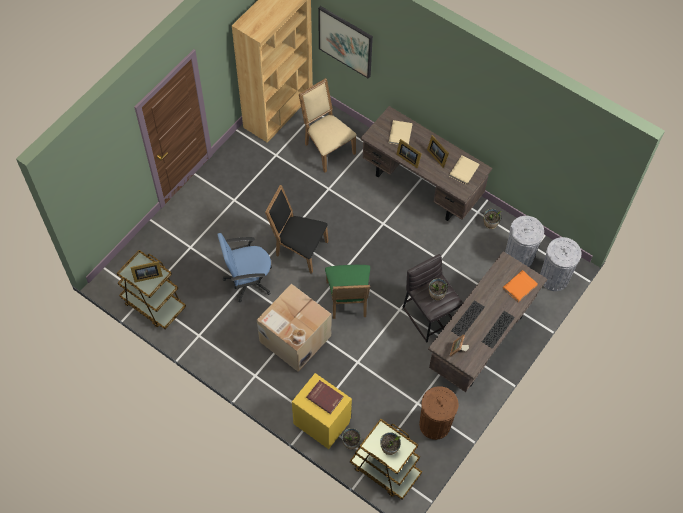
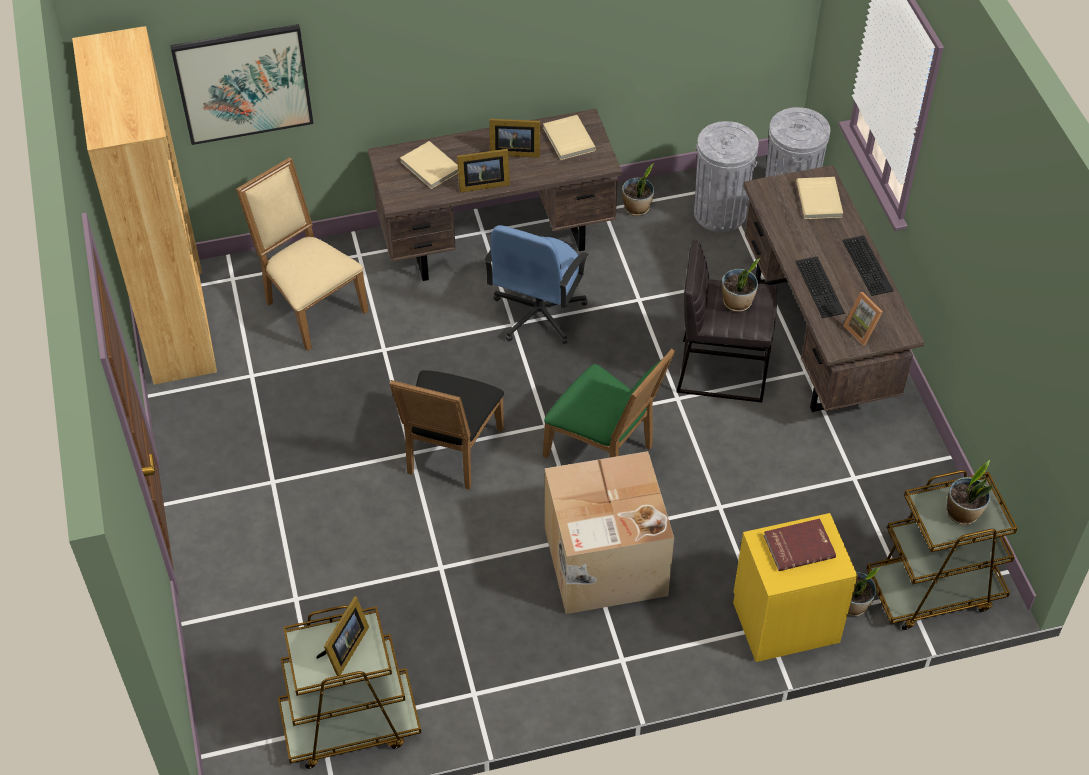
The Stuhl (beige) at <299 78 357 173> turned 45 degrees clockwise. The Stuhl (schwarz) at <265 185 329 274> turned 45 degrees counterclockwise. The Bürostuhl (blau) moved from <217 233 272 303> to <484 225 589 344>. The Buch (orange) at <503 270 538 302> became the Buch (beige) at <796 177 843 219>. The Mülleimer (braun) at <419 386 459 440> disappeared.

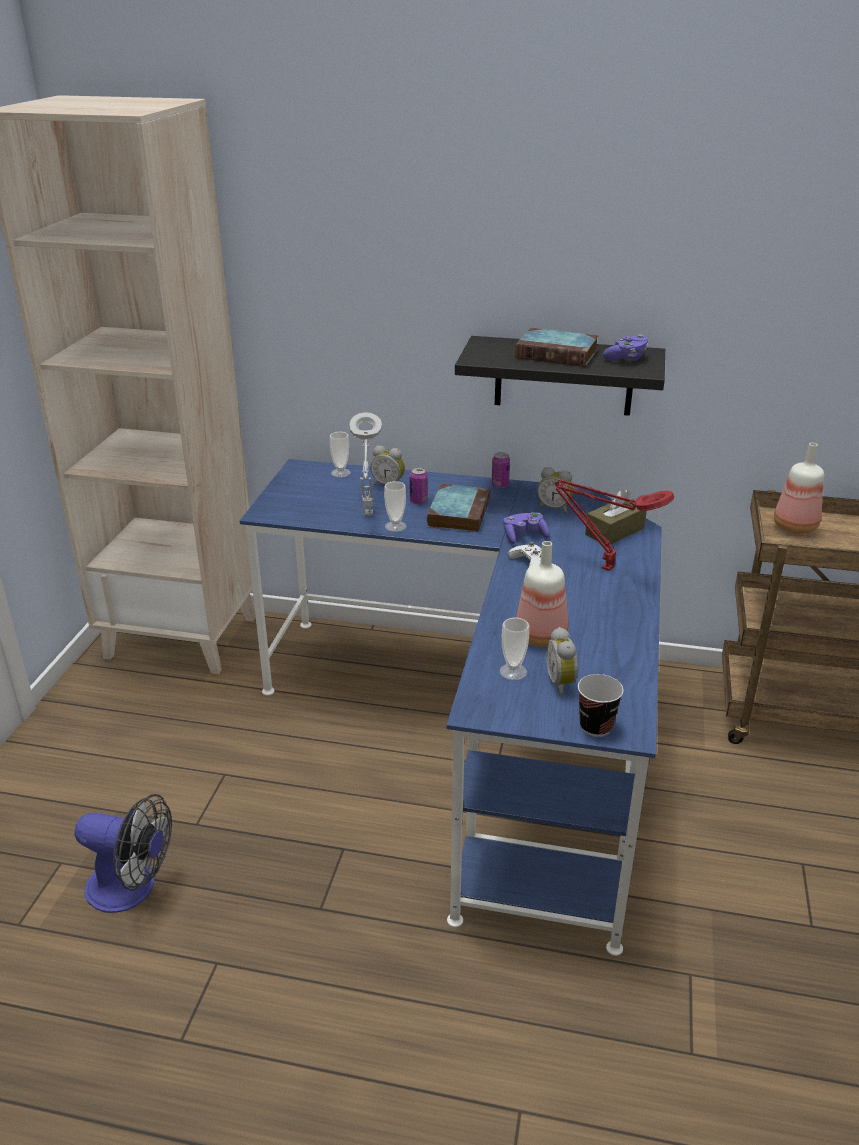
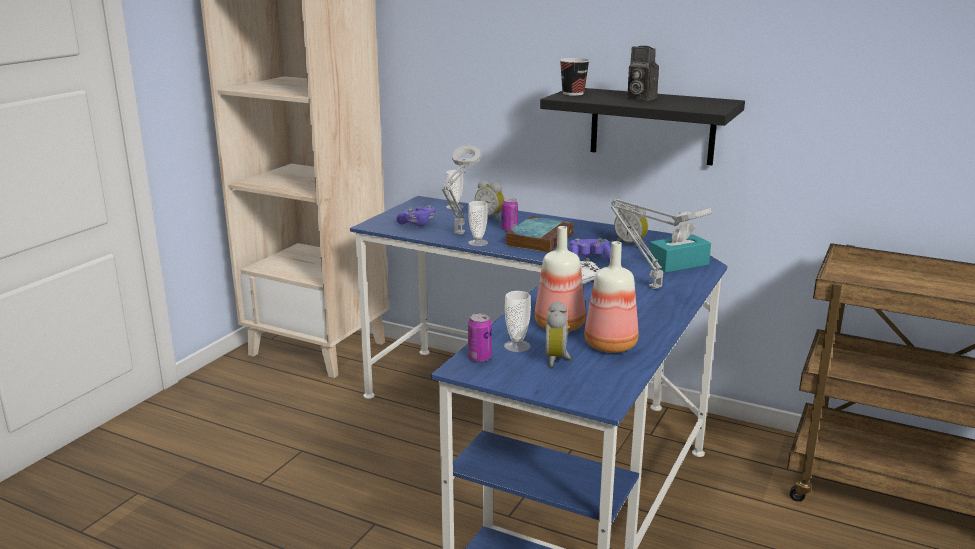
The Buch at <515 328 599 367> was replaced by the Kamera at <627 46 659 101>. The Gamepad (lila) moved from <603 334 648 361> to <396 205 435 226>. The Flasche moved from <774 443 824 534> to <584 241 638 353>. The Dose moved from <492 452 510 488> to <468 313 492 362>. The Tischlampe (rot) at <555 479 674 571> became the Tischlampe (grau) at <611 199 713 289>. The Taschentuchbox (braun) at <585 489 647 544> became the Taschentuchbox (türkis) at <648 221 711 273>. The Tasse moved from <578 674 624 737> to <560 58 590 96>. The Ventilator at <75 794 172 913> disappeared.

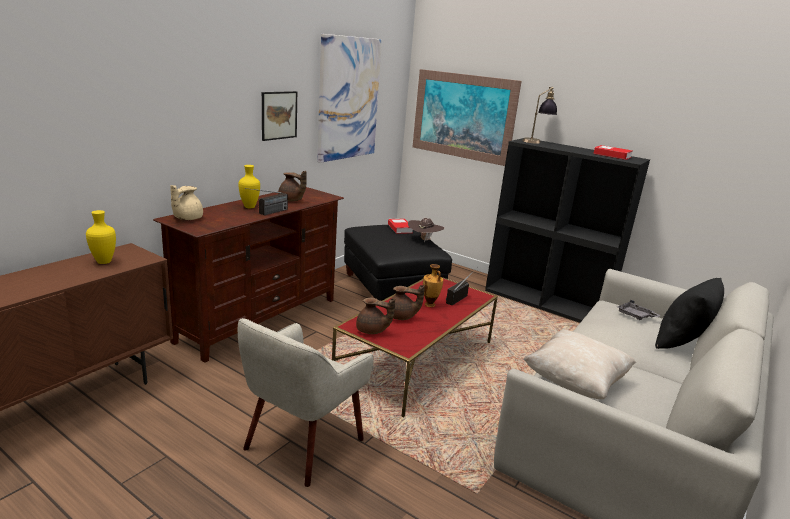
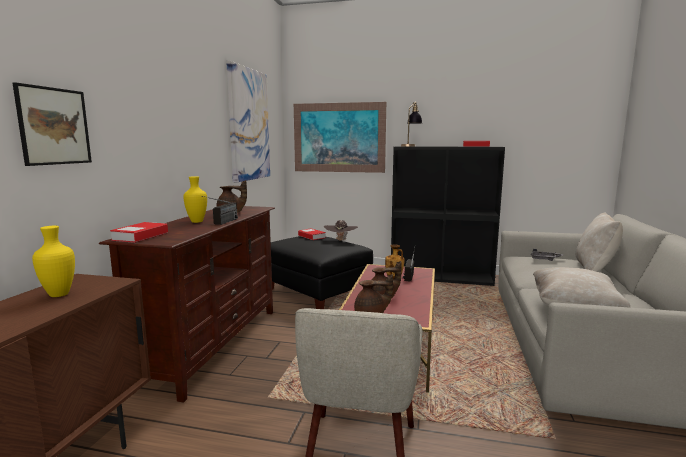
The Bild moved from <262 91 297 141> to <13 82 92 166>. The Teekanne (beige) at <170 185 203 220> was replaced by the Buch at <110 222 168 243>. The Kissen (schwarz) at <655 278 724 349> became the Kissen (beige) at <576 212 623 272>.

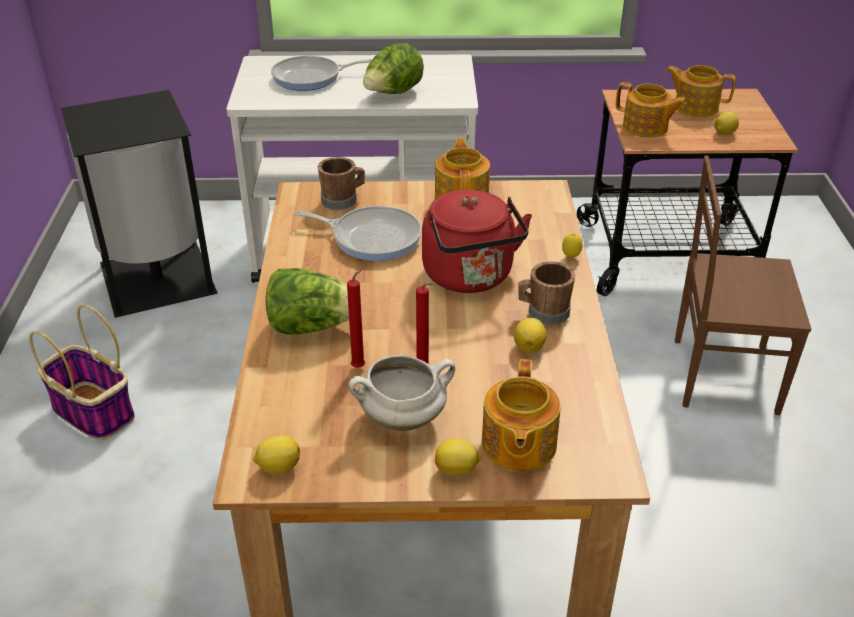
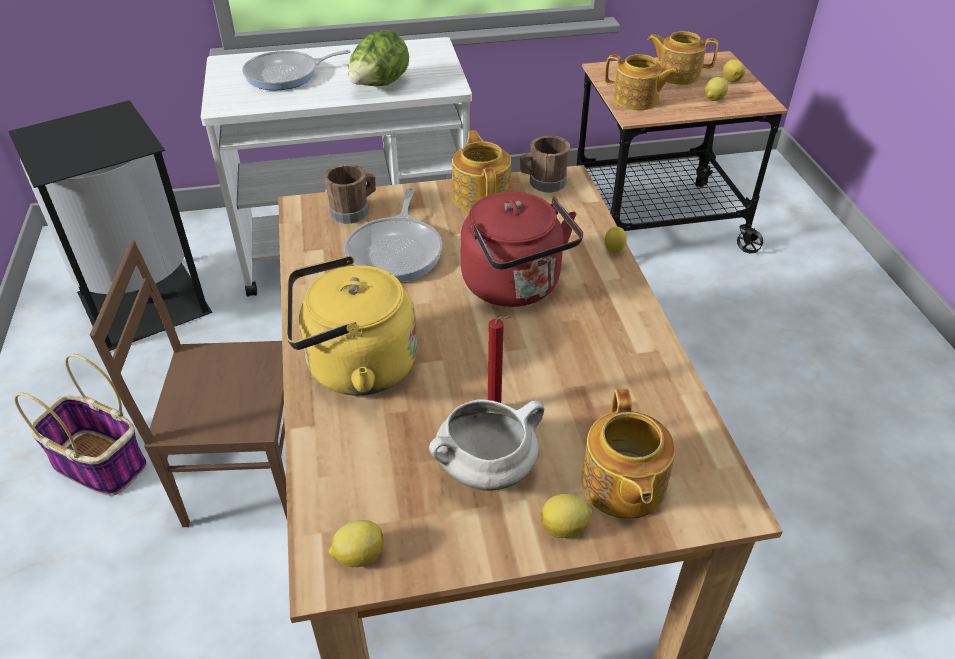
The Stuhl (braun) moved from <675 156 811 415> to <90 241 287 527>. The Pfanne at <294 206 422 261> turned 90 degrees clockwise. The Henkelbecher (braun) moved from <518 261 576 325> to <520 136 570 192>. The Salatkopf at <266 268 349 335> was replaced by the Wasserkessel (gelb) at <286 256 417 396>. The Kerze (rot) at <347 268 365 368> disappeared. The Zitrone moved from <514 318 547 353> to <722 59 745 82>.

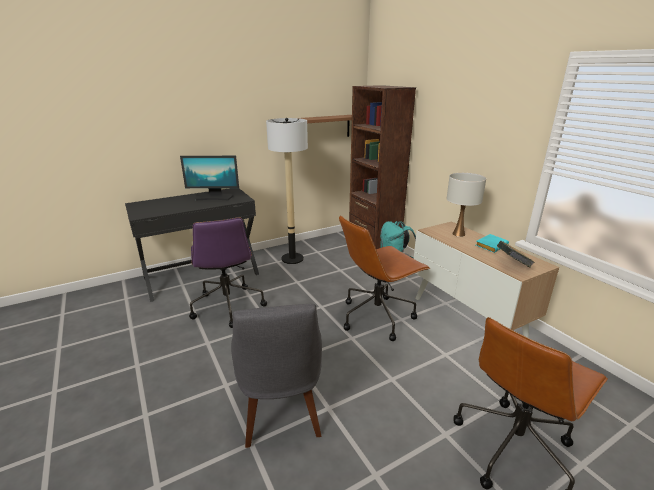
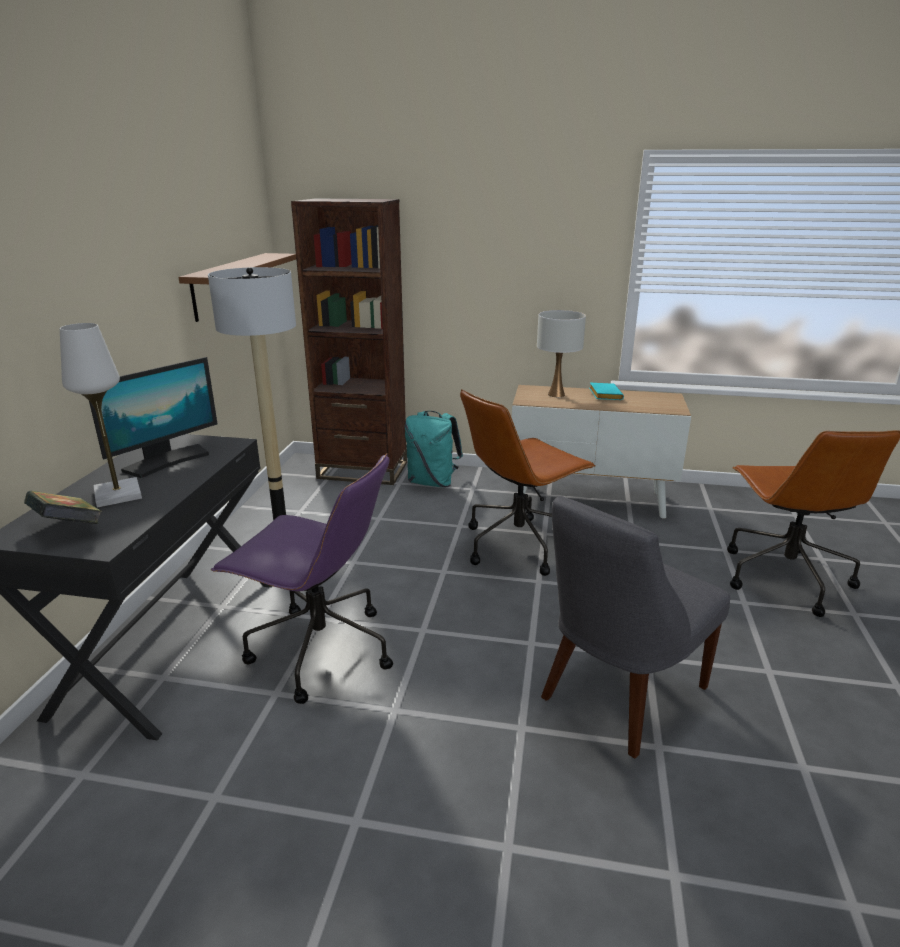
The Bürostuhl (braun) at <339 215 430 341> turned 45 degrees clockwise. The Buch moved from <497 241 535 268> to <24 491 102 524>. The Stuhl (grau) at <231 304 322 448> turned 105 degrees clockwise. The Tischlampe (weiß) at <60 323 142 507> appeared.

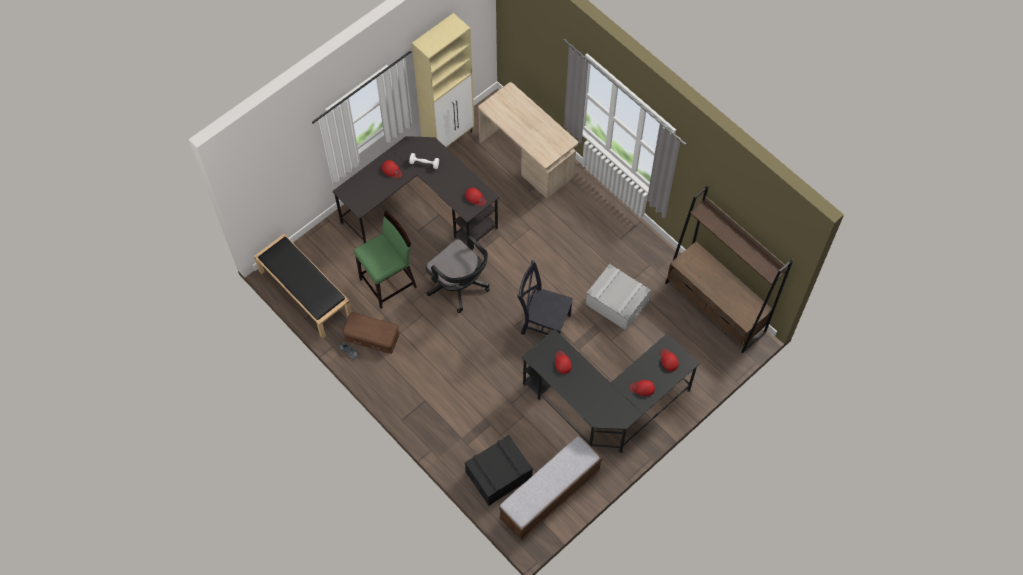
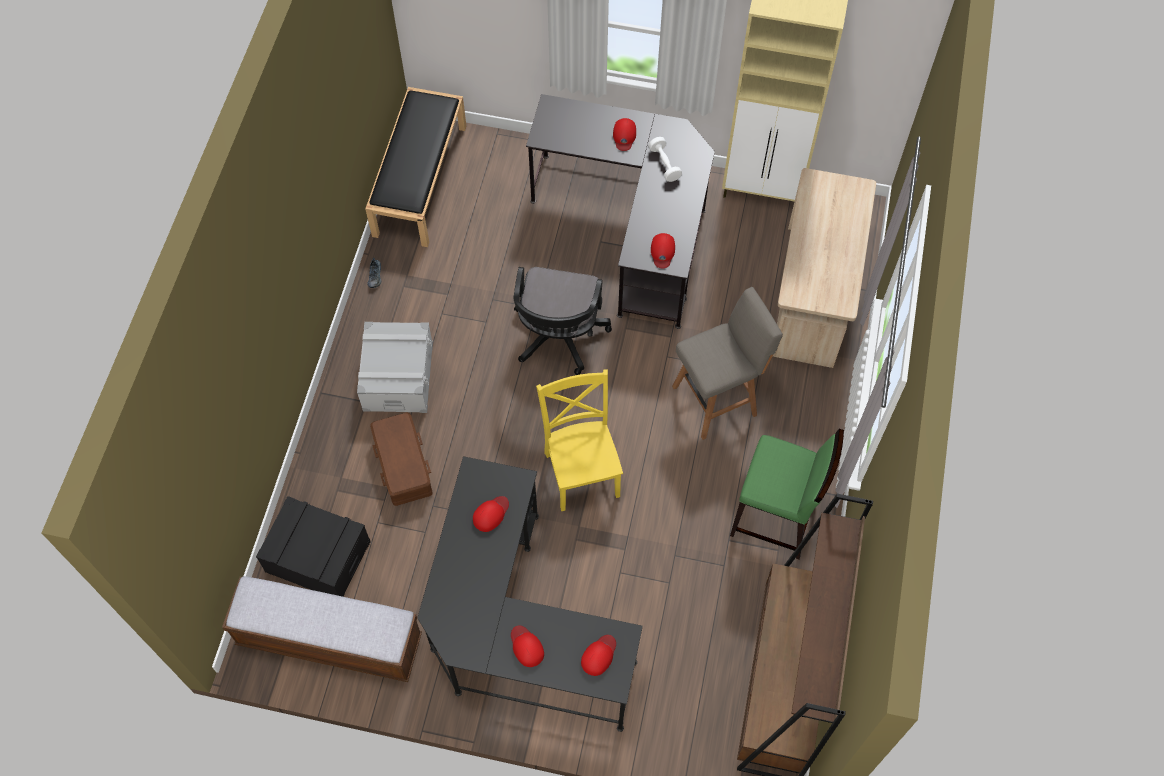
The Hocker (grün) moved from <354 211 417 309> to <730 428 844 559>. The Stuhl (schwarz) at <517 260 573 335> became the Stuhl (gelb) at <536 369 623 511>. The Aufbewahrungsbox (grau) moved from <585 264 651 330> to <357 322 433 413>. The Aufbewahrungsbox (braun) moved from <343 312 400 354> to <370 413 433 506>. The Hocker (grau) at <672 287 783 440> appeared.

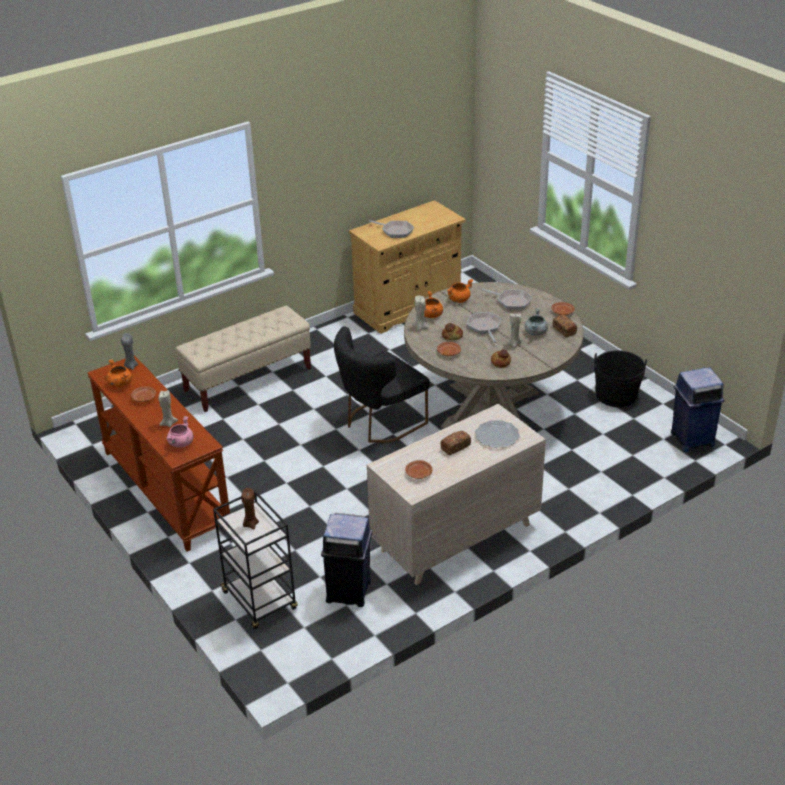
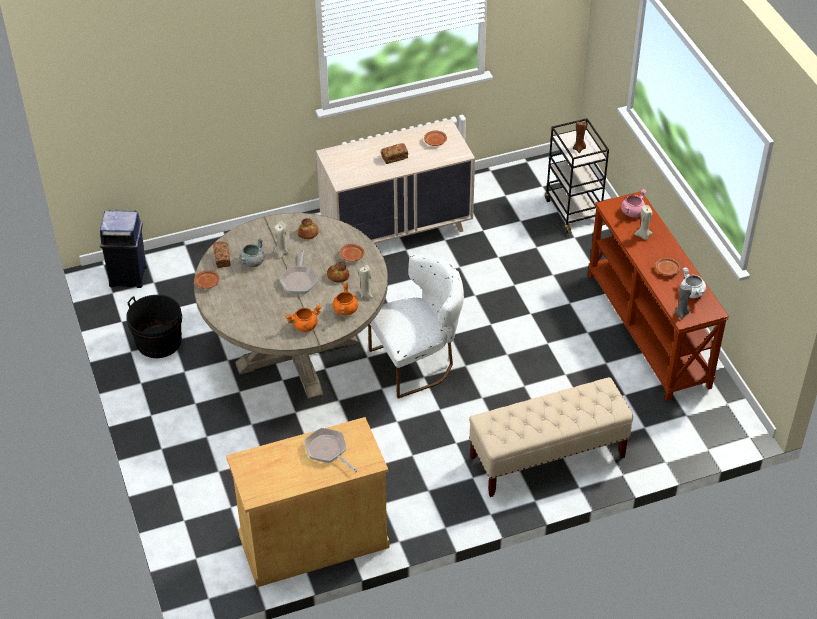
The Pfanne at <482 289 532 310> disappeared. The Stuhl (schwarz) at <334 327 430 443> became the Stuhl (weiß) at <368 254 464 399>. The Kochtopf (orange) at <107 359 132 387> became the Kochtopf (weiß) at <681 267 706 298>. The Teller at <475 420 520 448> disappeared. The Mülleimer (blau) at <321 513 372 607> disappeared.

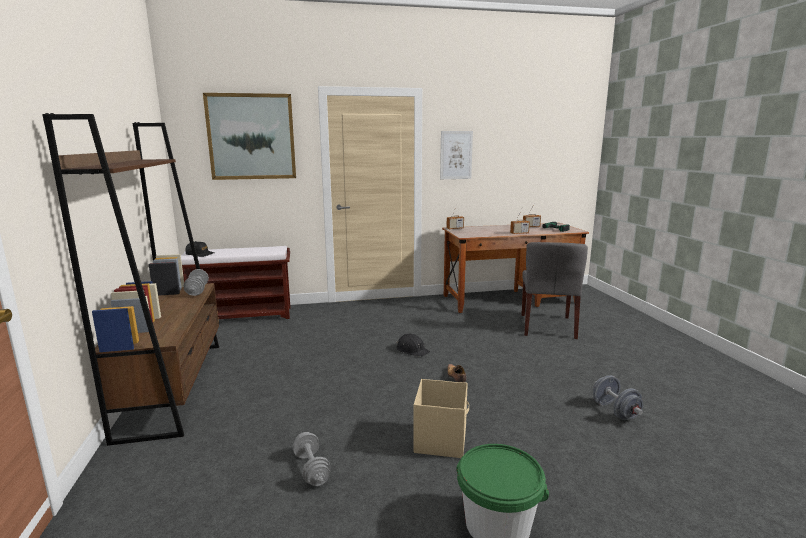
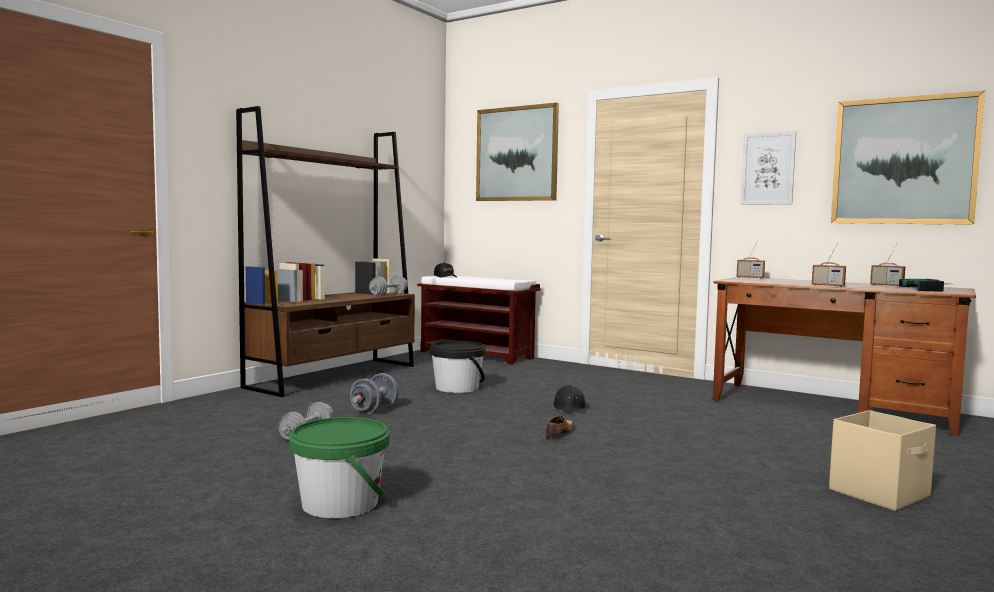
The Stuhl (grau) at <521 242 588 339> disappeared. The Hantel (grau) moved from <593 375 643 420> to <350 373 398 414>. The Aufbewahrungsbox (beige) moved from <413 379 469 458> to <829 410 936 511>. The Bild at <831 90 985 225> appeared. The Eimer (schwarz) at <430 341 486 393> appeared.

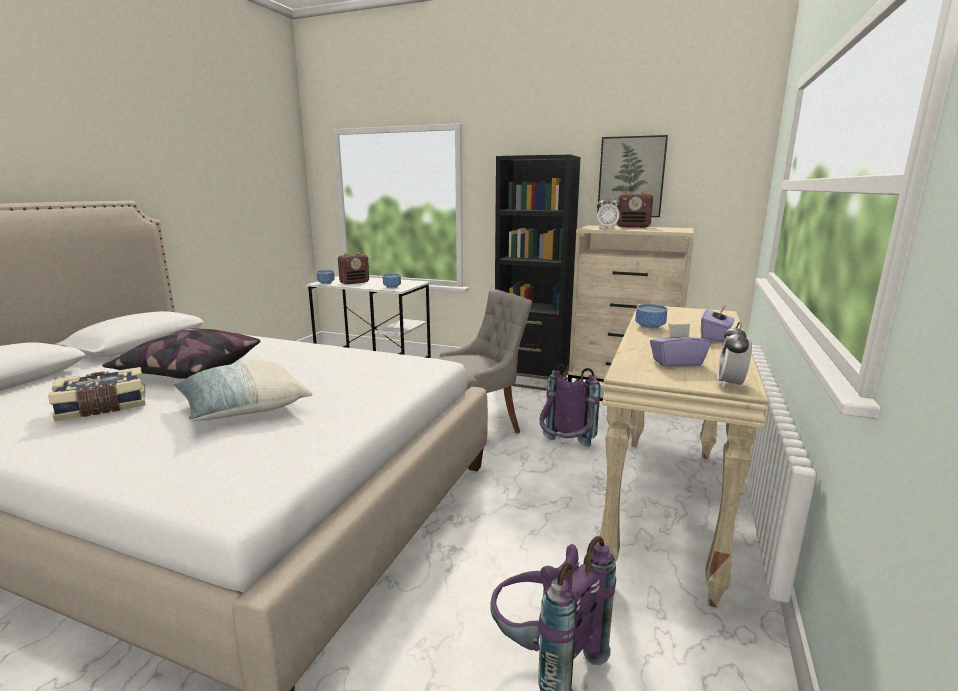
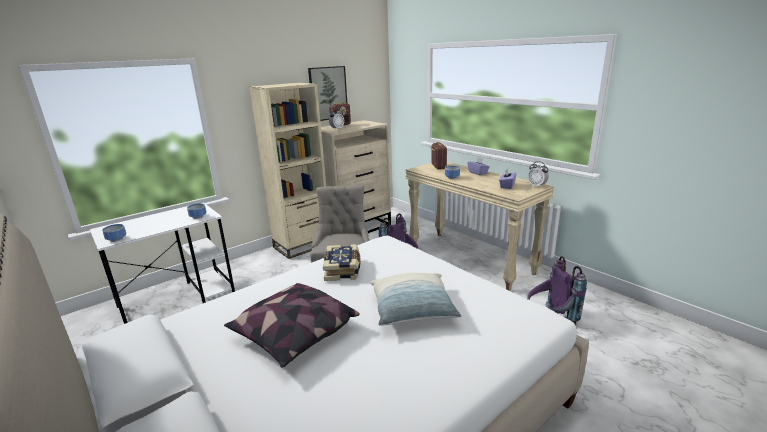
The Bücherregal (schwarz) at <495 154 581 391> became the Bücherregal (beige) at <249 83 326 259>. The Radio moved from <338 252 369 284> to <430 142 447 169>. The Buch moved from <48 367 145 421> to <323 244 361 281>.

